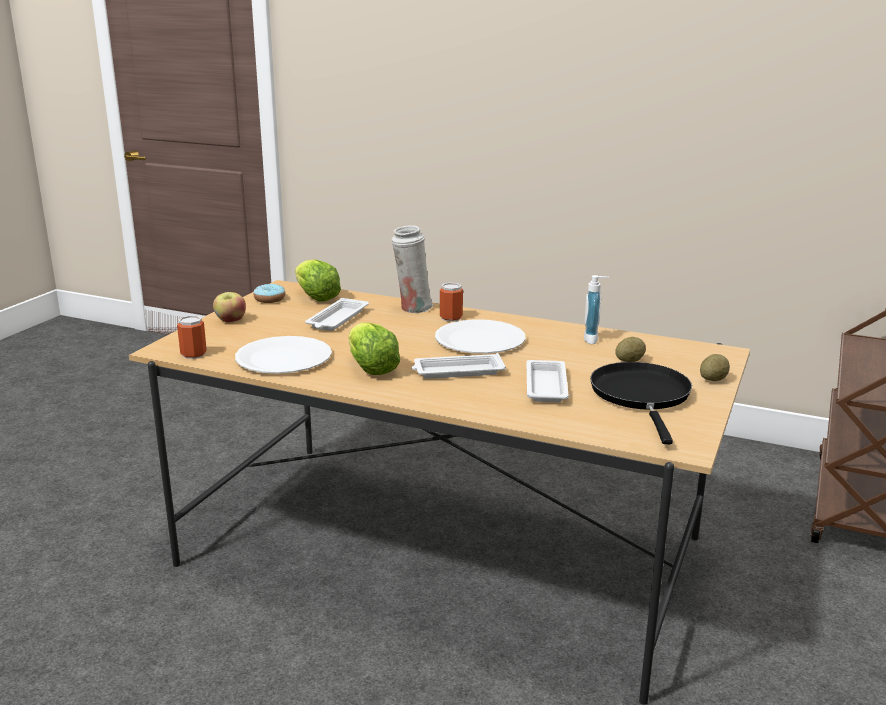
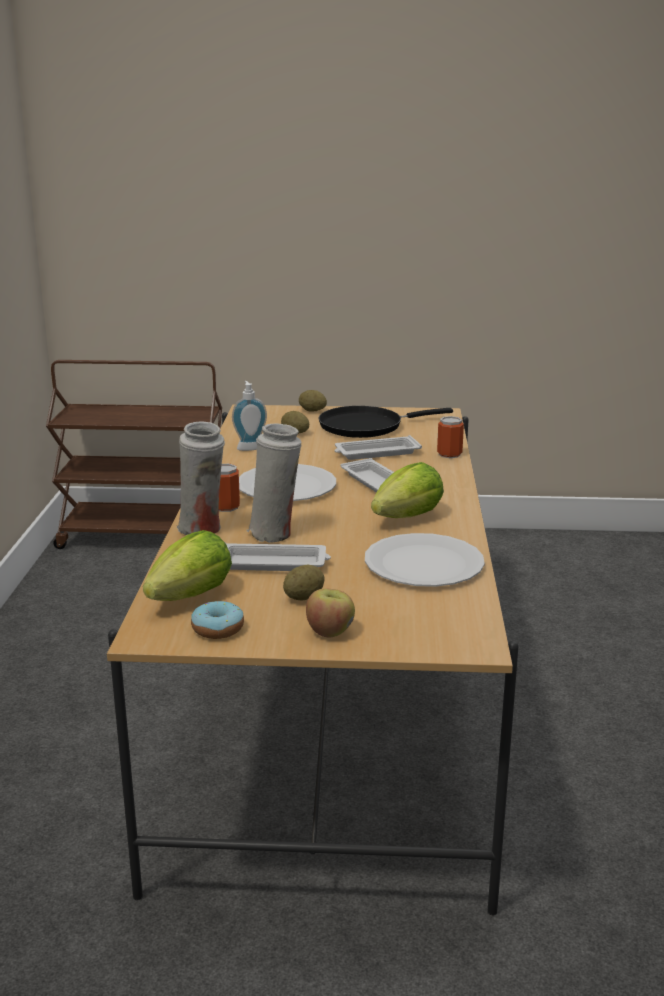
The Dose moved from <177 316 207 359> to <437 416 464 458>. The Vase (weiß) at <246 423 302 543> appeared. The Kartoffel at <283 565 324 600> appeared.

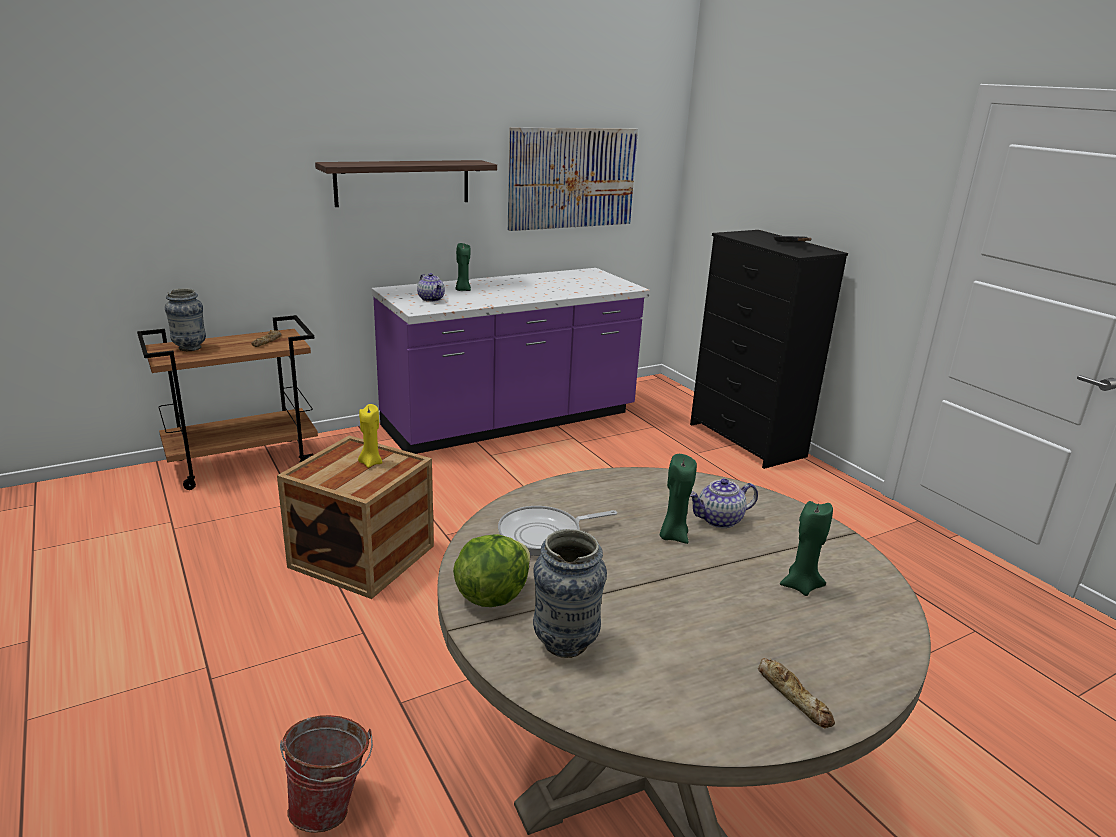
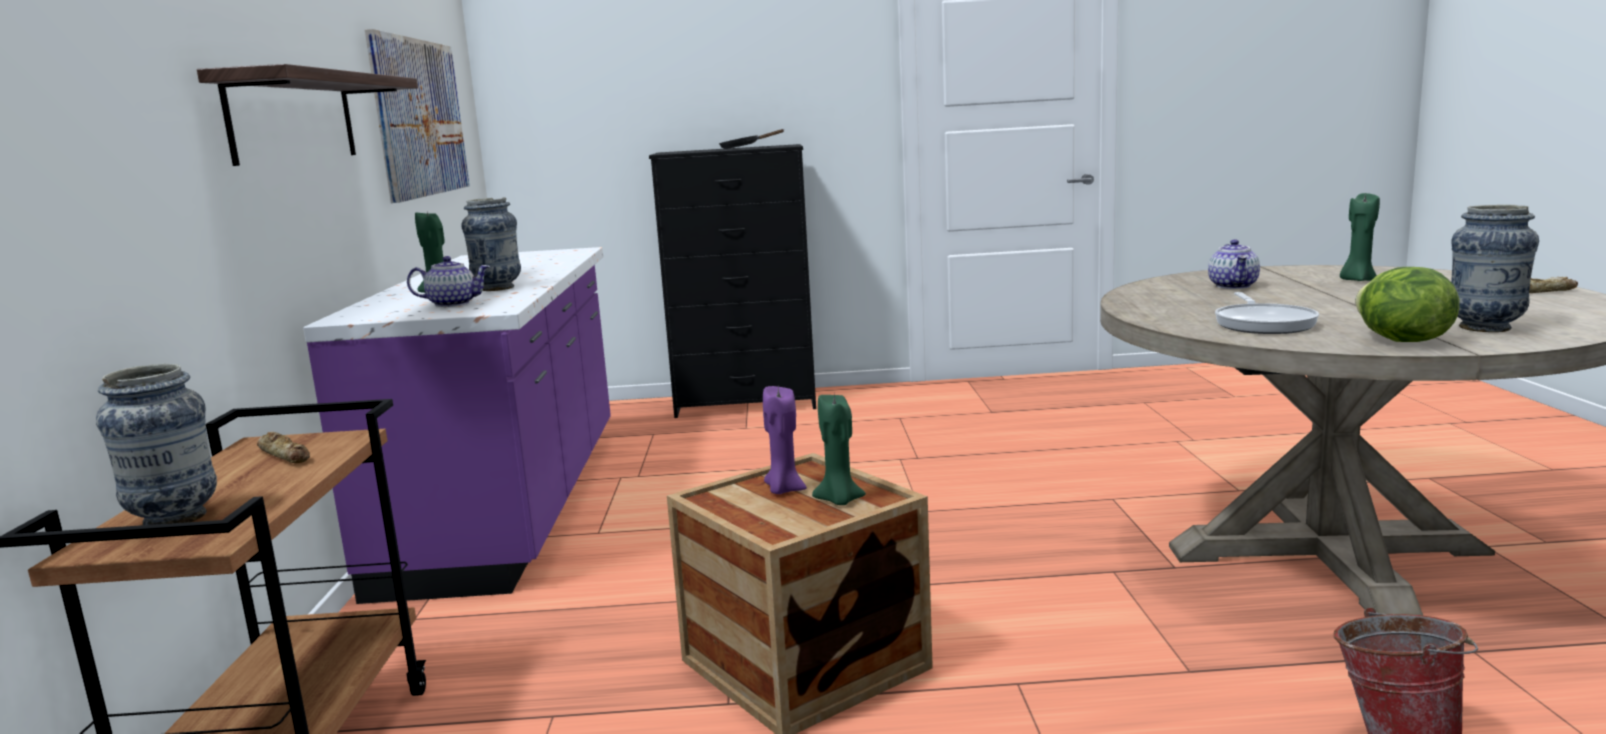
The Kerze (gelb) at <358 404 382 468> became the Kerze (lila) at <763 386 807 494>. The Kerze (grün) moved from <660 454 697 544> to <812 395 866 505>. The Vase at <461 197 521 291> appeared.

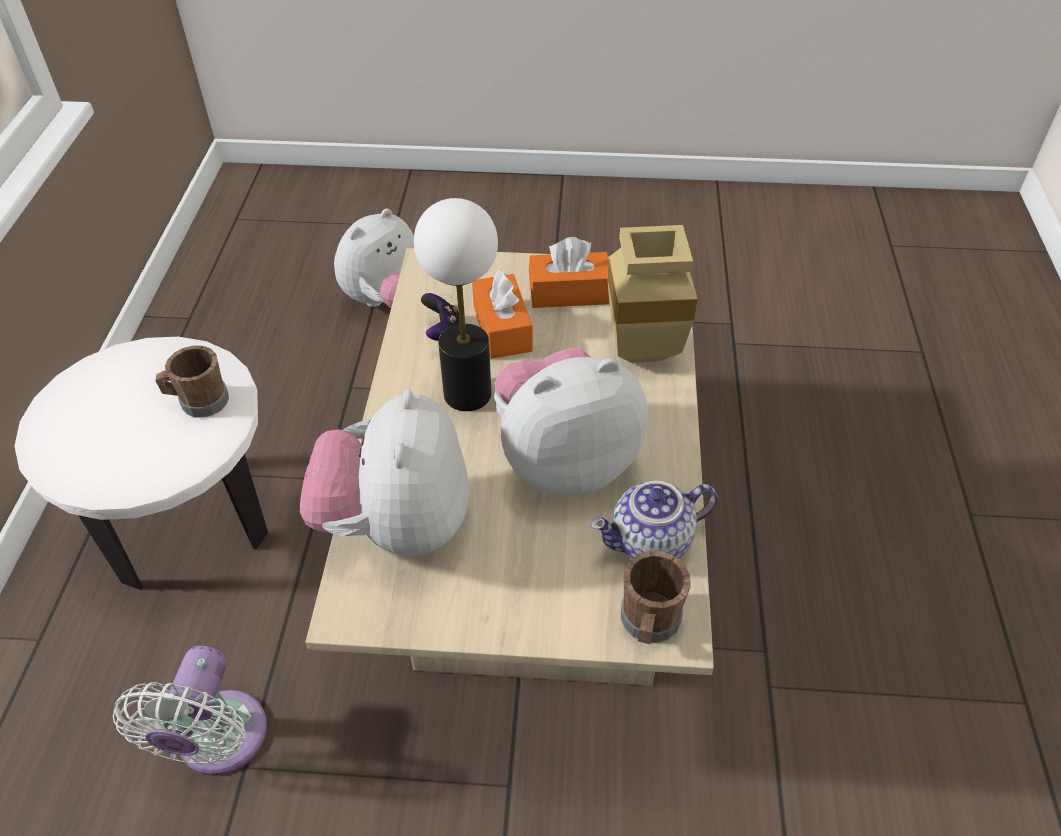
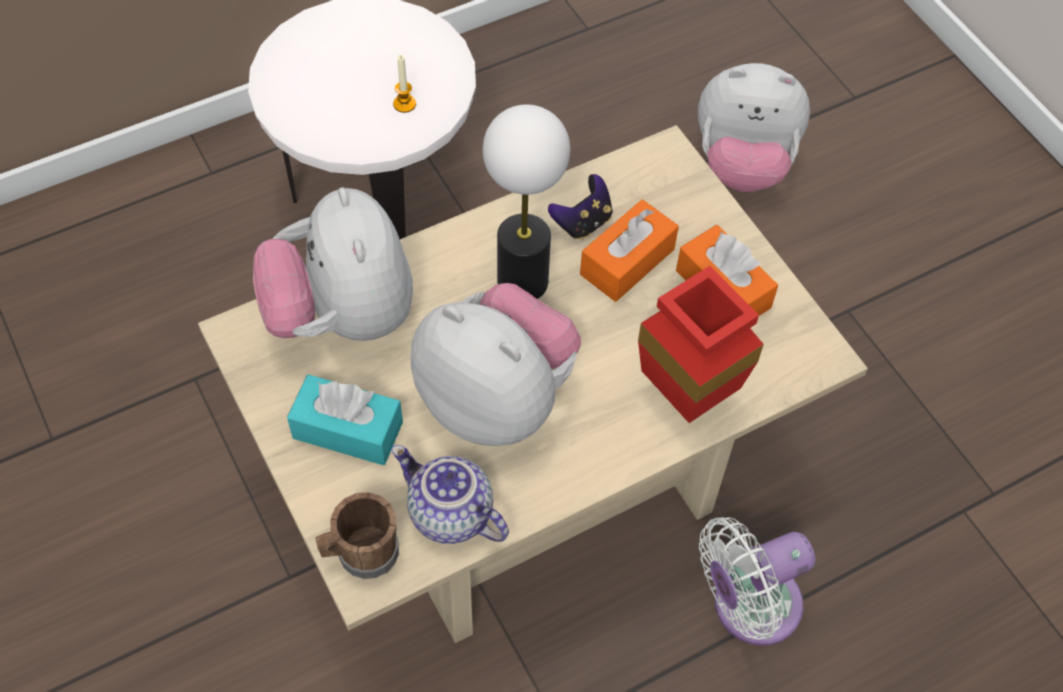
The Vase (beige) at <607 225 698 363> became the Vase (rot) at <638 266 764 423>. The Henkelbecher (braun) at <155 346 229 418> was replaced by the Kerze at <393 55 416 113>. The Plüschtier at <300 390 469 556> turned 75 degrees counterclockwise. The Ventilator (weiß) moved from <113 646 267 776> to <699 517 815 646>. The Taschentuchbox (türkis) at <287 374 403 465> appeared.

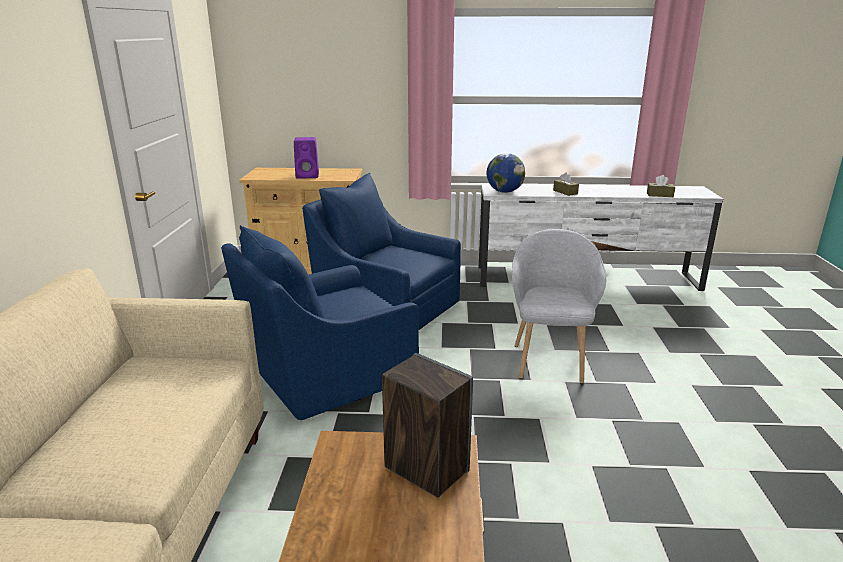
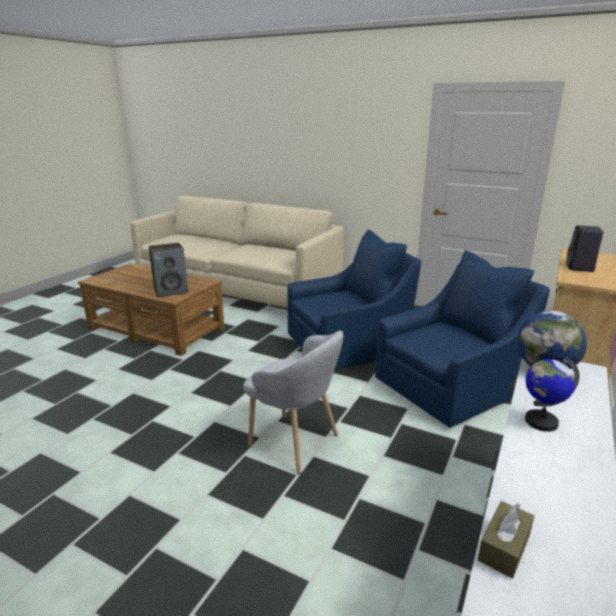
The Lautsprecher (lila) at <294 137 319 179> became the Lautsprecher (schwarz) at <566 225 603 272>. The Taschentuchbox (braun) at <553 172 579 196> was replaced by the Globus at <525 357 580 432>. The Sessel (blau) at <221 225 419 420> turned 75 degrees clockwise.

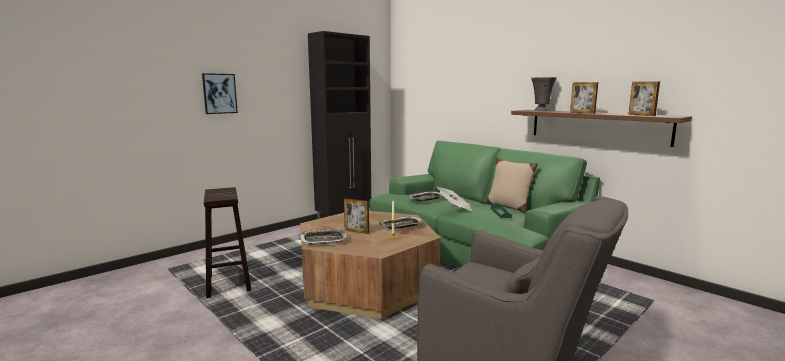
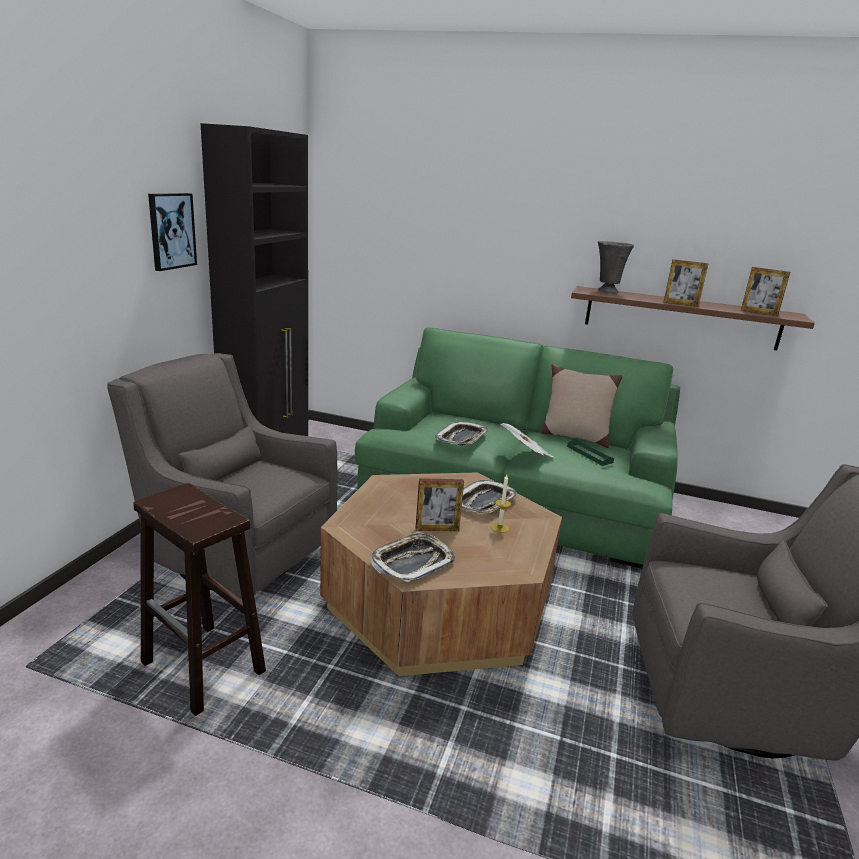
The Bild moved from <202 73 238 114> to <148 193 197 271>. The Sessel (grau) at <107 353 338 600> appeared.

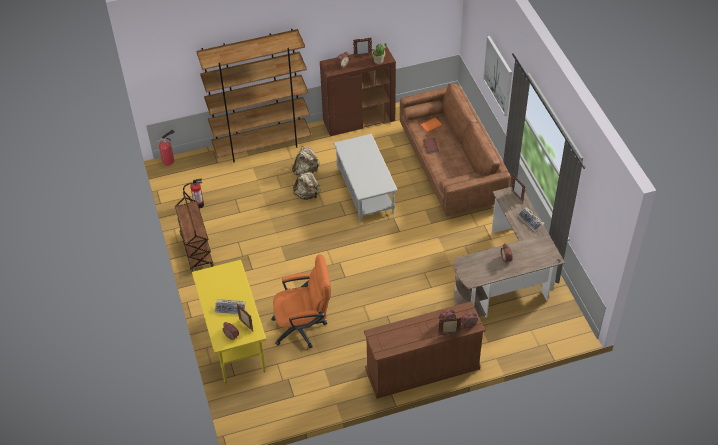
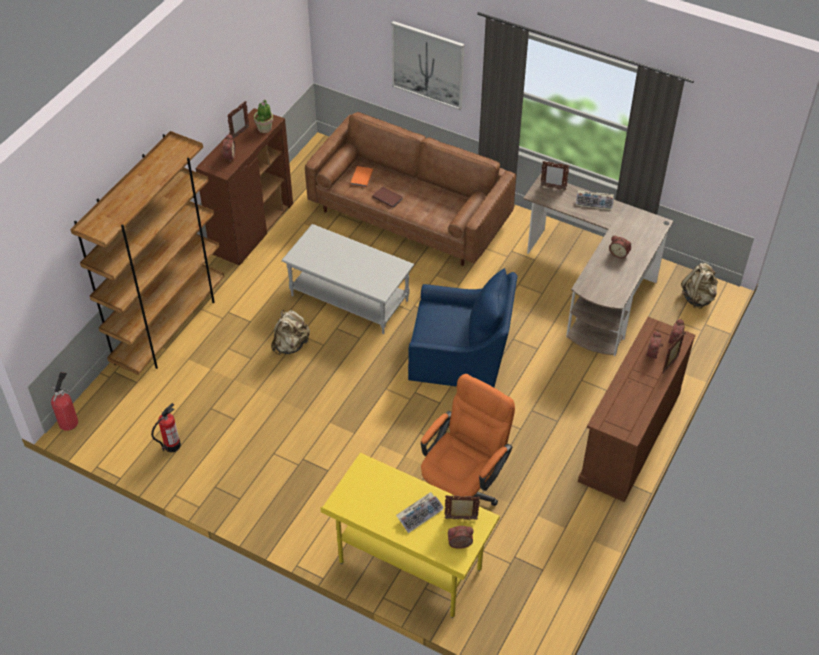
The Rucksack (beige) moved from <292 146 320 175> to <681 263 718 309>. The Rollwagen (braun) at <175 192 214 273> disappeared. The Sessel (blau) at <408 268 517 387> appeared.

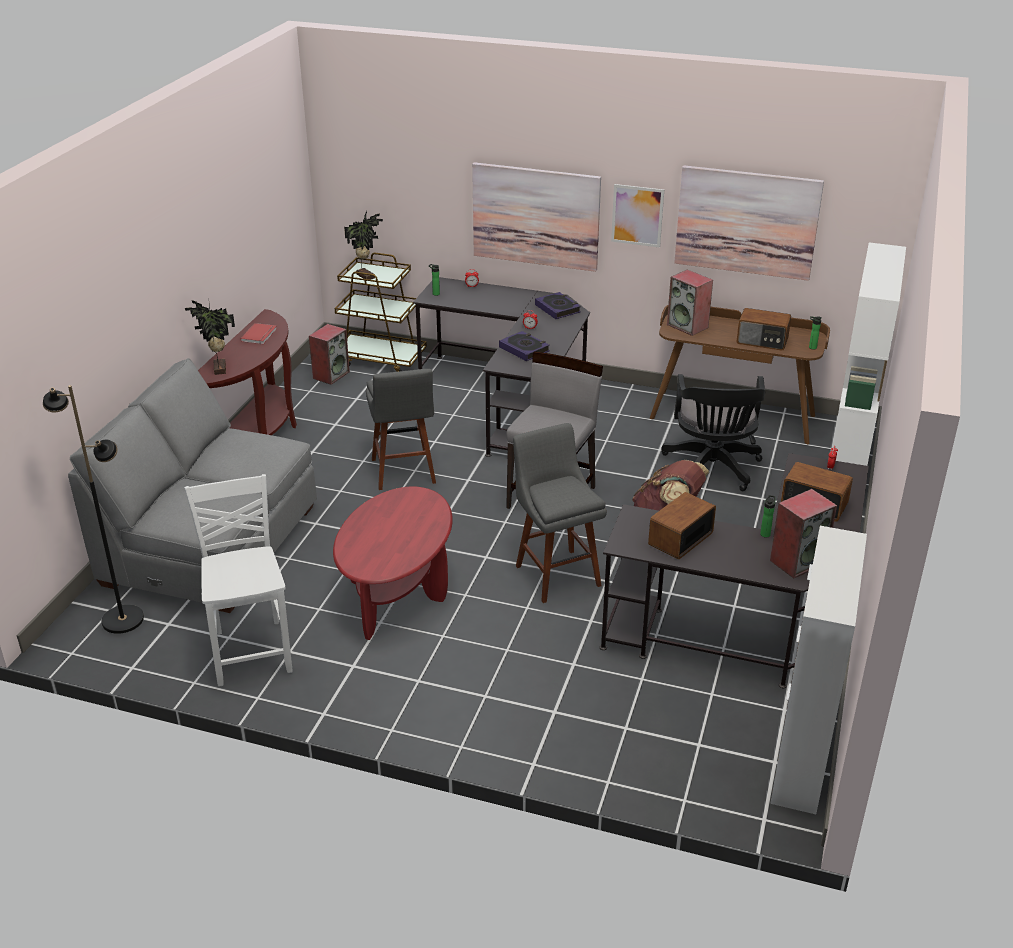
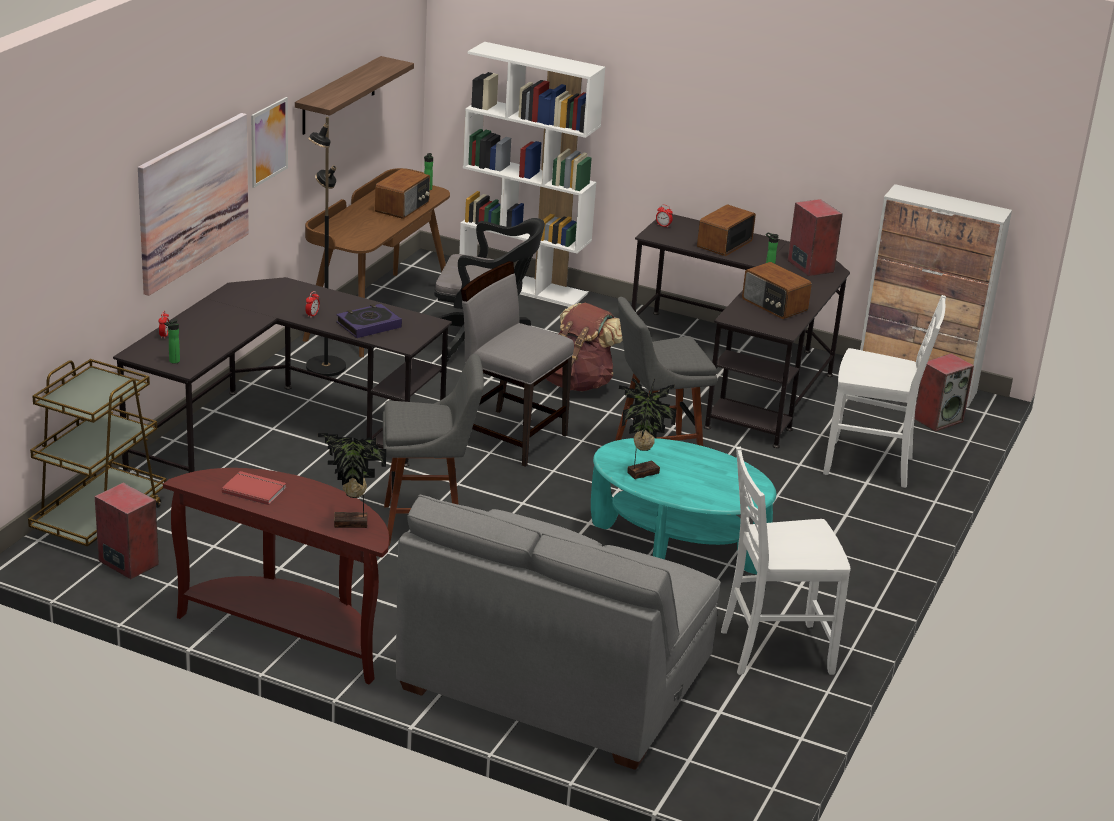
The Bild at <674 165 824 281> was replaced by the Wandregal at <295 56 414 135>. The Topfpflanze moved from <344 211 383 280> to <619 377 677 479>. The Lautsprecher moved from <667 270 713 336> to <914 353 974 432>. The Buch at <535 292 581 319> disappeared. The Stehlampe (schwarz) moved from <43 385 144 634> to <306 117 346 376>. The Couchtisch (rot) at <333 487 453 640> became the Couchtisch (türkis) at <591 438 776 574>. The Stuhl (weiß) at <823 295 946 488> appeared.

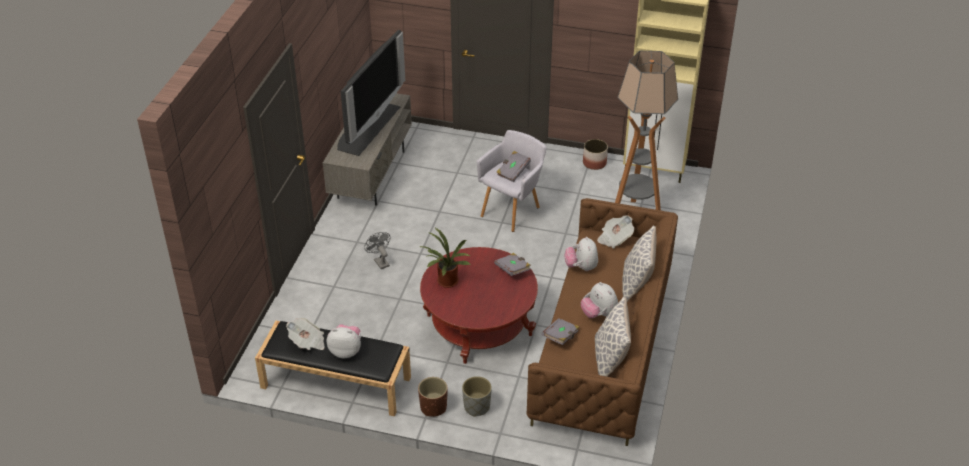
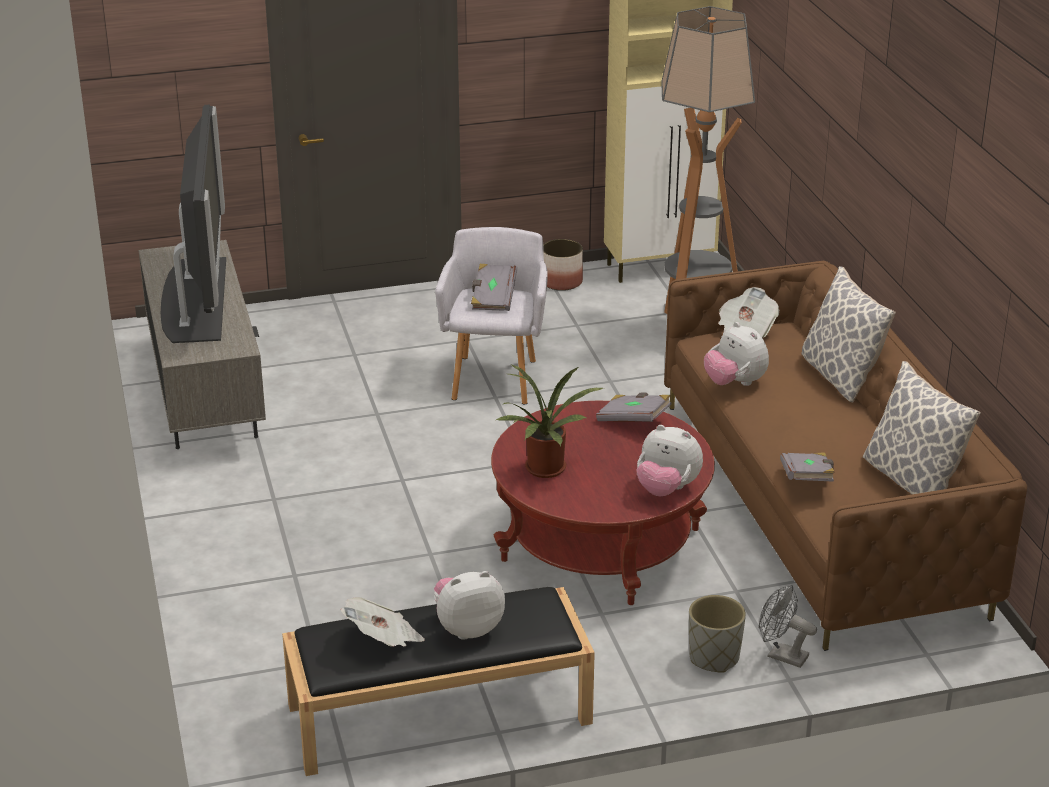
The Ventilator (grau) moved from <364 232 390 269> to <759 585 817 668>. The Plüschtier moved from <581 282 618 318> to <637 425 703 496>. The Pflanzkübel (braun) at <418 377 448 417> disappeared.

